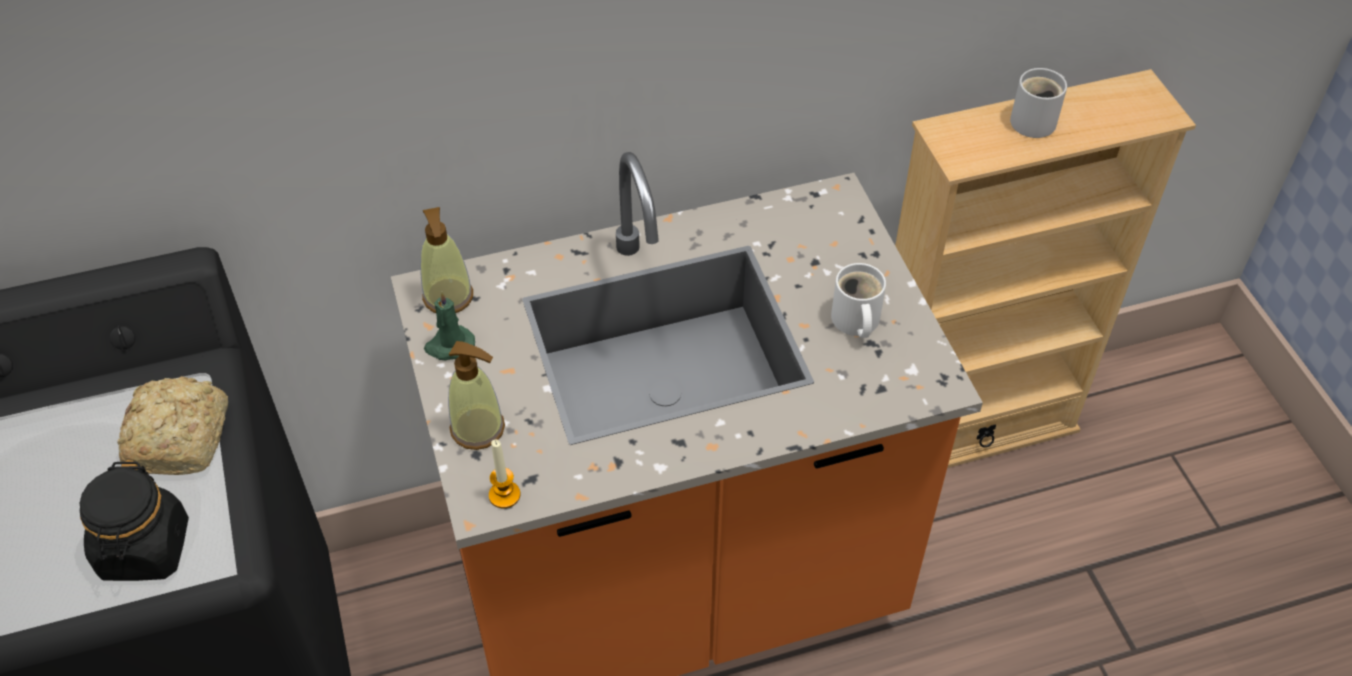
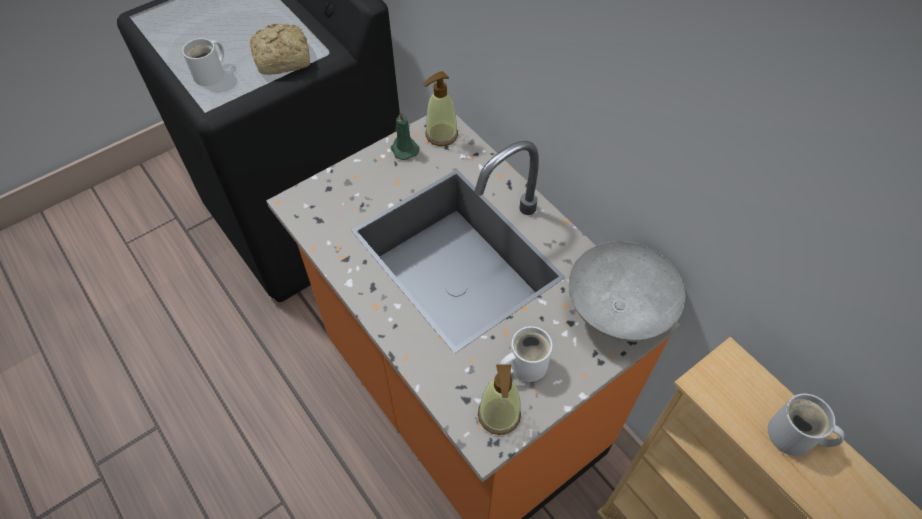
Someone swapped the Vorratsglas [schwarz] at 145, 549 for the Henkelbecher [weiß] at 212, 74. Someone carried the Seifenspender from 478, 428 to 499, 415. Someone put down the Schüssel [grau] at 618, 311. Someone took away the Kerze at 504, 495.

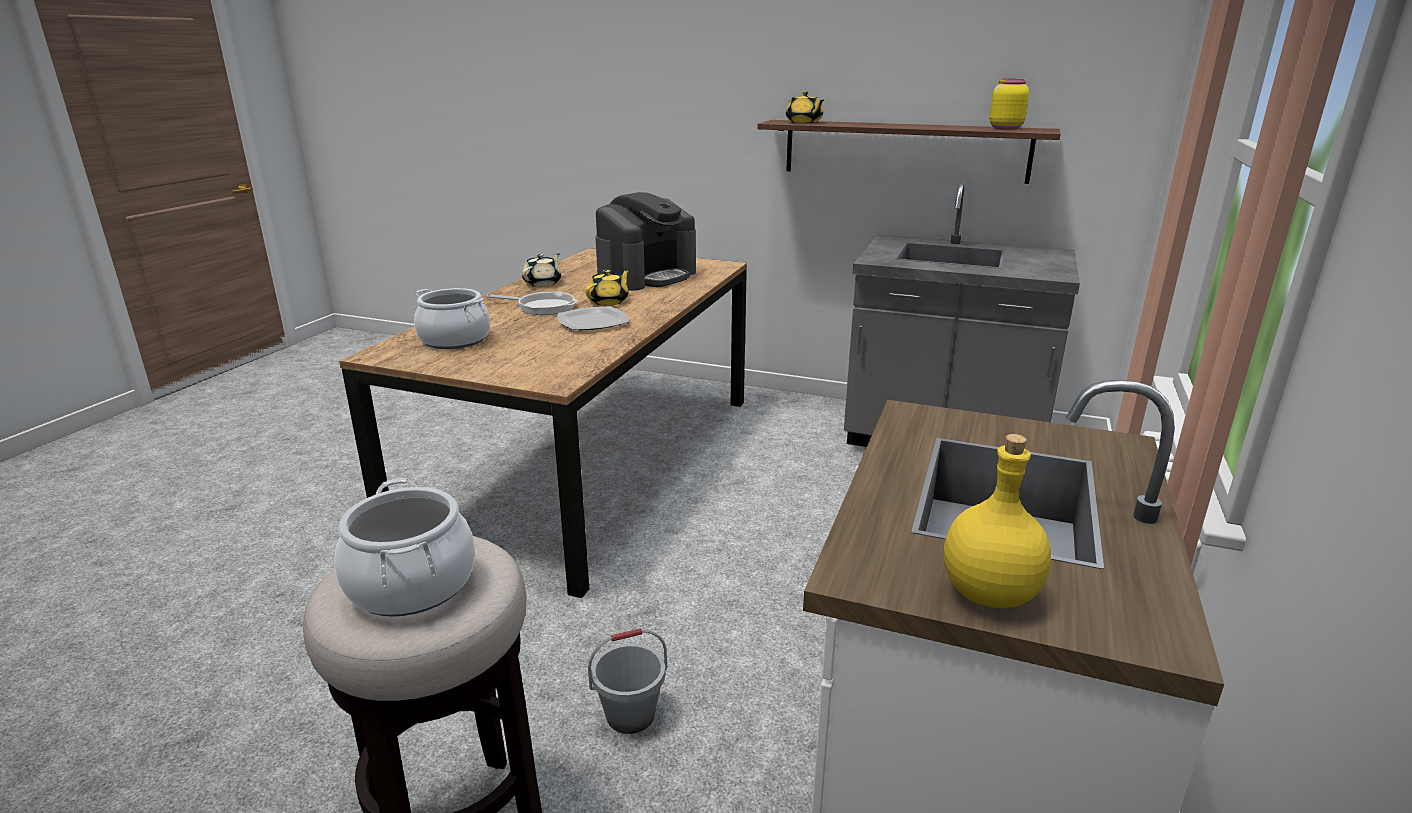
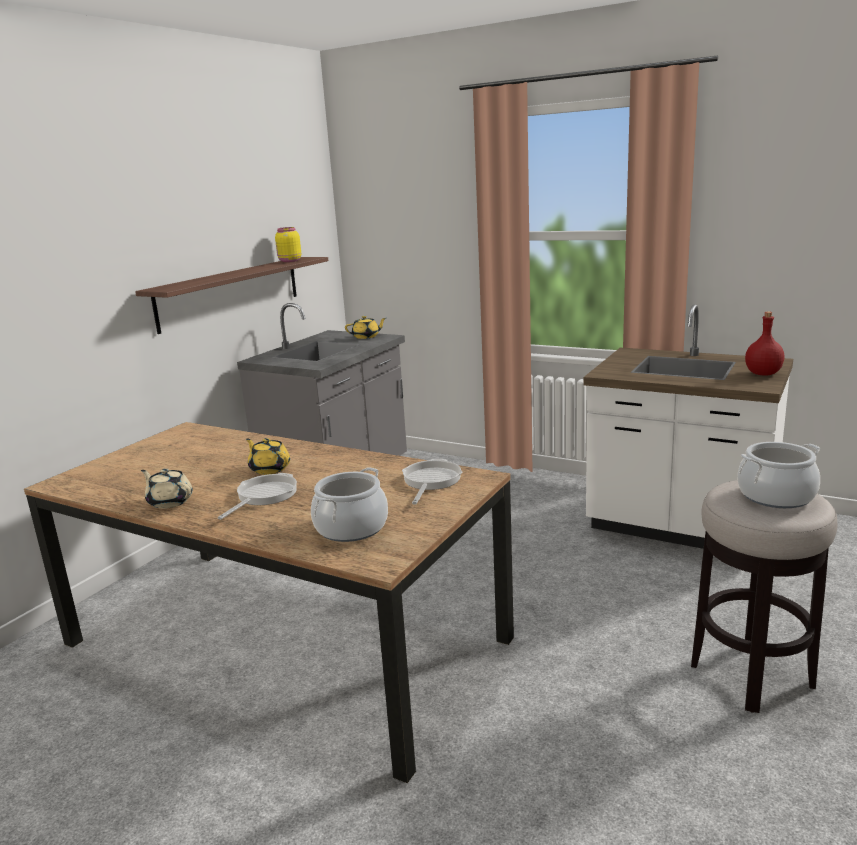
Someone carried the Teekanne [gelb] from 804, 122 to 366, 337. Someone put down the Pfanne at 430, 481. Someone repainted the Flasche [gelb] at 990, 592, which became the Flasche [rot] at 762, 373. Someone took away the Teller at 593, 322. Someone took away the Eimer [grau] at 630, 716. Someone took away the Kaffeemaschine at 647, 276.

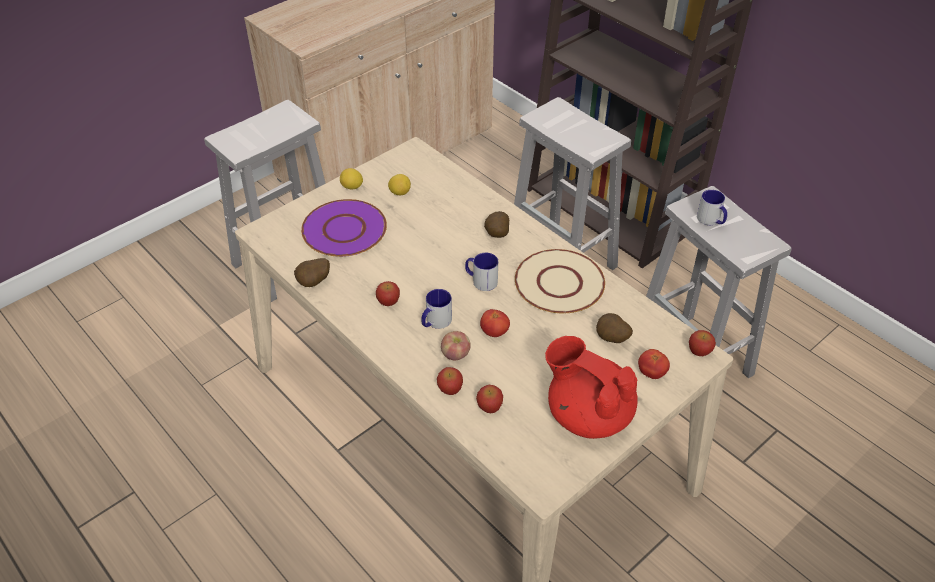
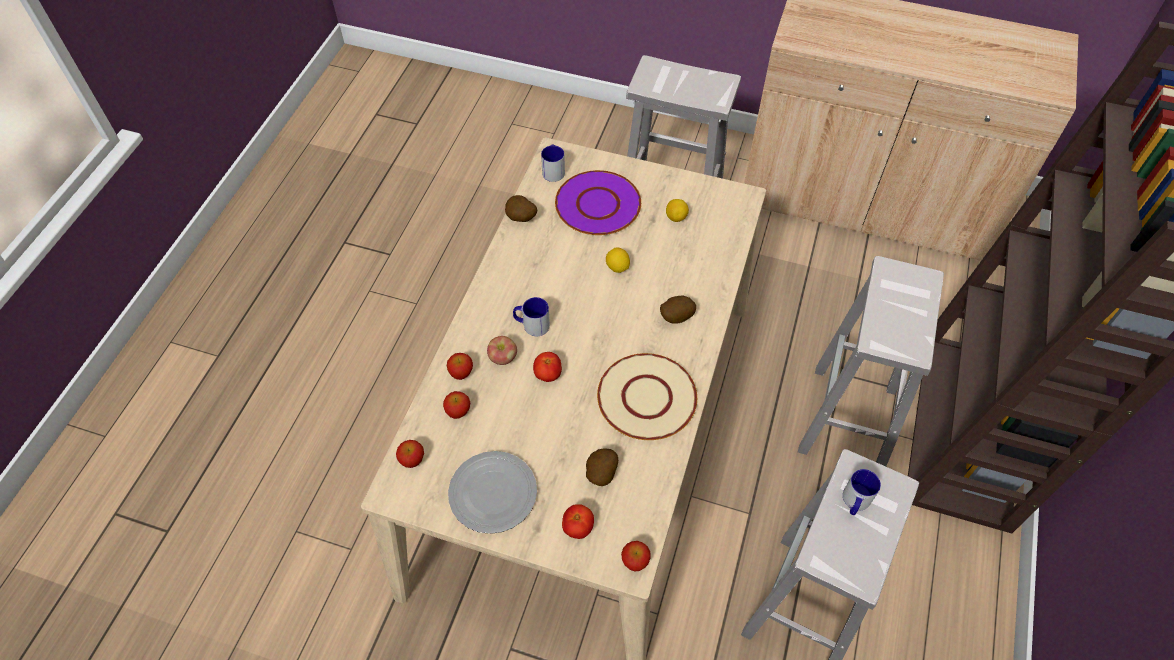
Someone carried the Apfel from 388, 302 to 412, 460. Someone swapped the Teekanne [rot] at 587, 414 for the Teller at 494, 492. Someone carried the Henkelbecher from 480, 280 to 553, 170. Someone carried the Zitrone from 352, 187 to 617, 267.

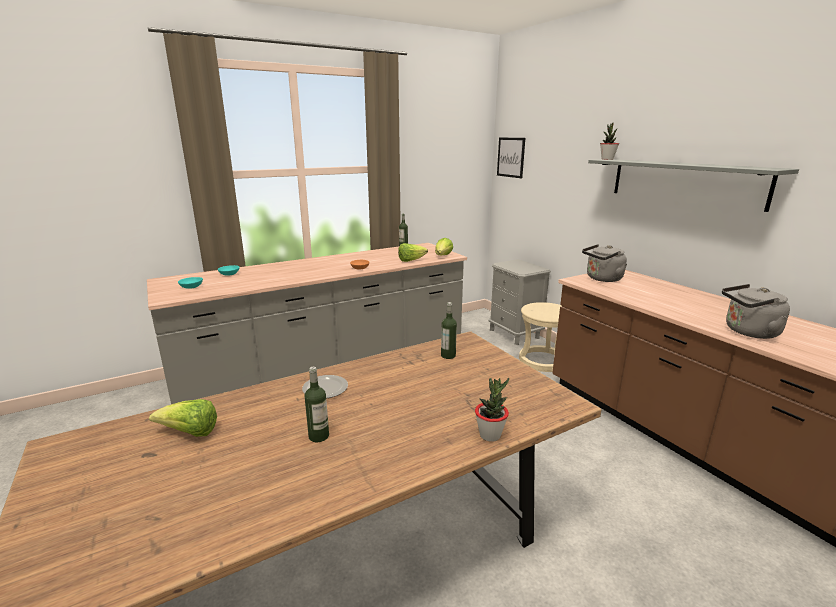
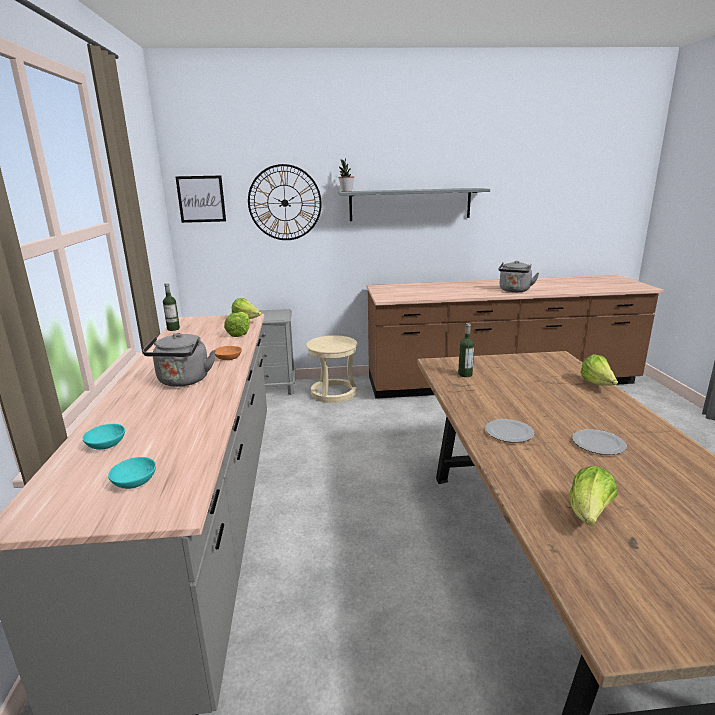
Someone carried the Wasserkessel [grau] from 602, 279 to 183, 381. Someone put up the Wanduhr at 284, 203. Someone swapped the Flasche at 318, 436 for the Teller at 597, 444. Someone swapped the Topfpflanze at 490, 435 for the Salatkopf at 597, 384.

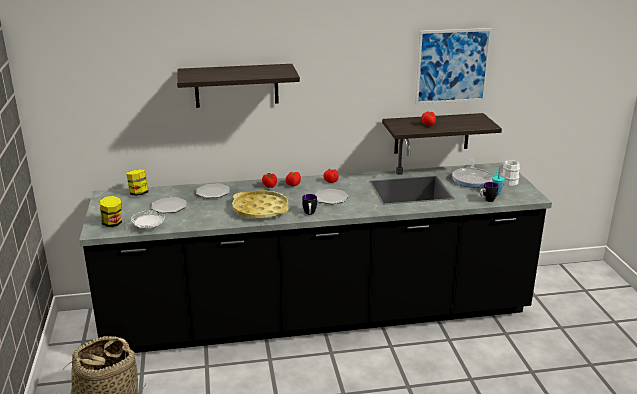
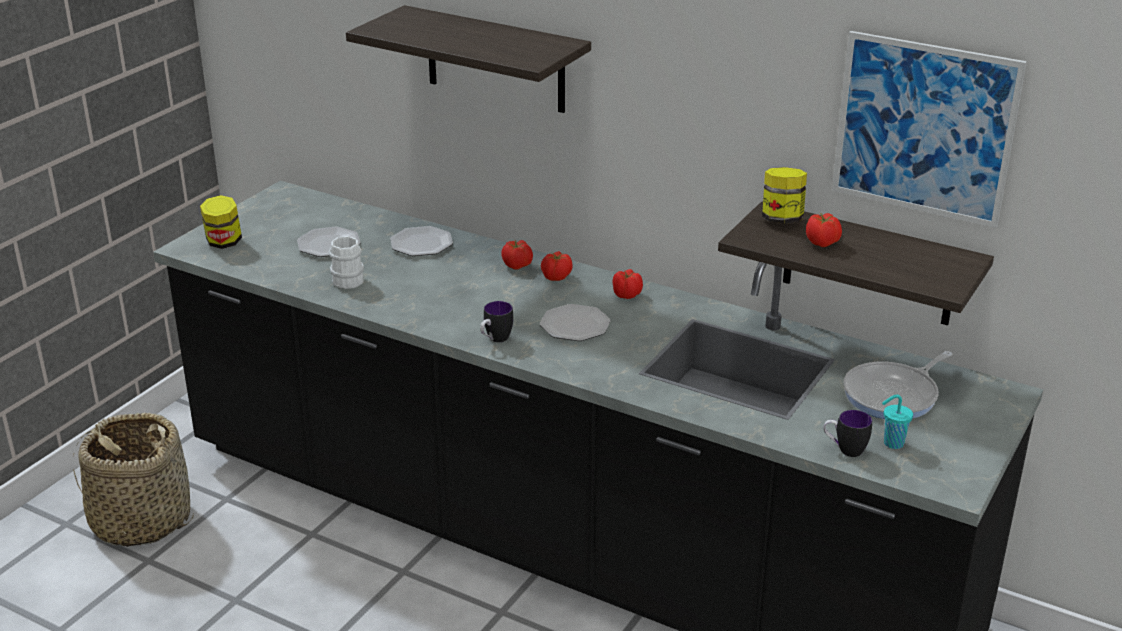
Someone carried the Henkelbecher [weiß] from 507, 182 to 348, 278. Someone carried the Vorratsglas from 138, 193 to 782, 219. Someone took away the Teller [weiß] at 149, 227. Someone took away the Tablett [gelb] at 260, 210.

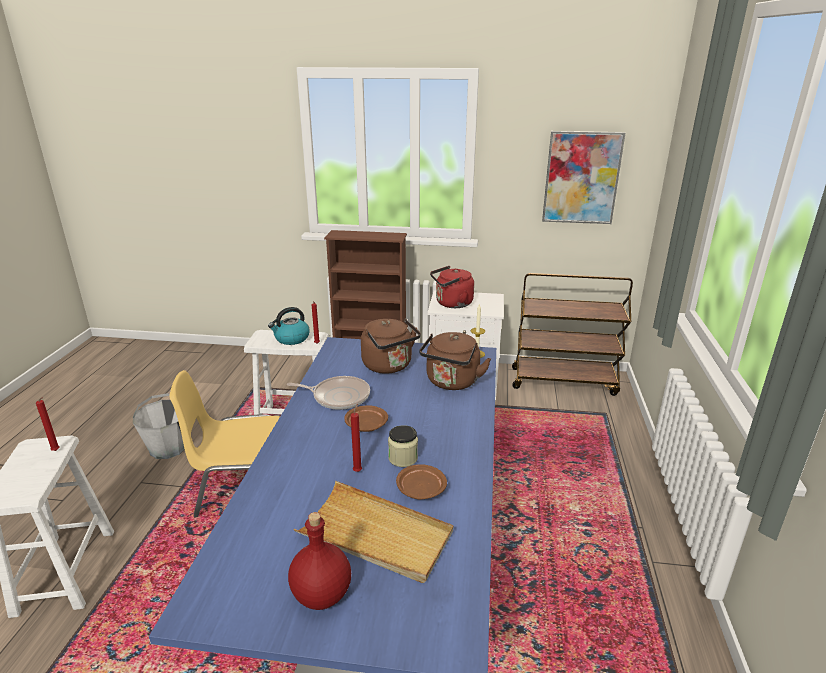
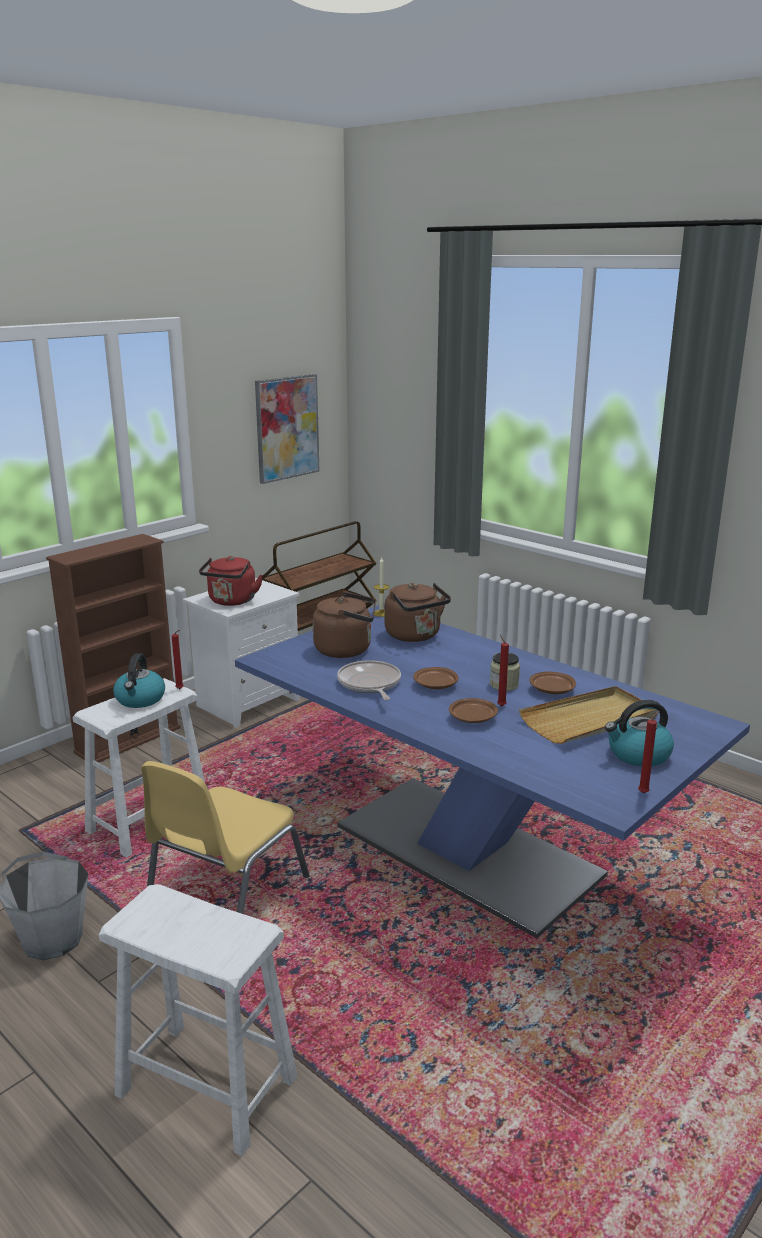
Someone rotated the Pfanne at 338, 396 by 60 degrees counterclockwise. Someone put down the Teller [braun] at 473, 718. Someone swapped the Flasche [rot] at 322, 596 for the Wasserkessel at 638, 755. Someone carried the Kerze [rot] from 56, 451 to 644, 792.

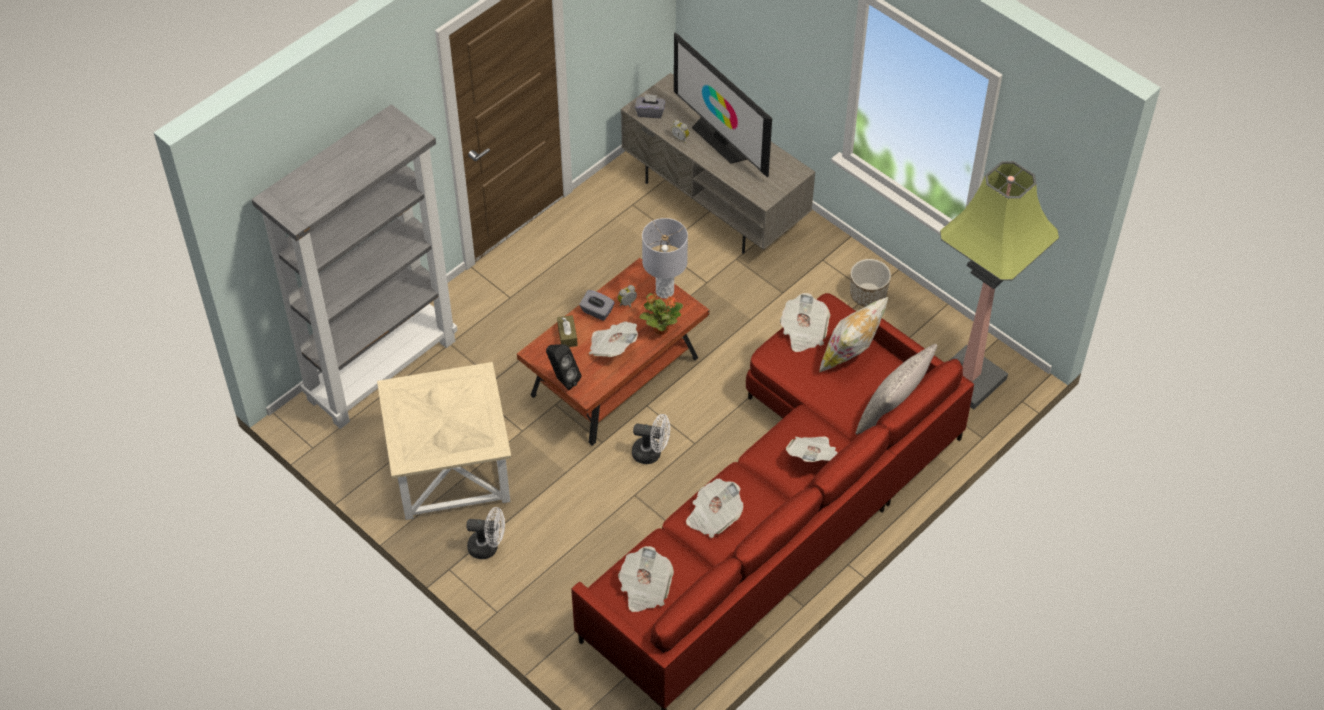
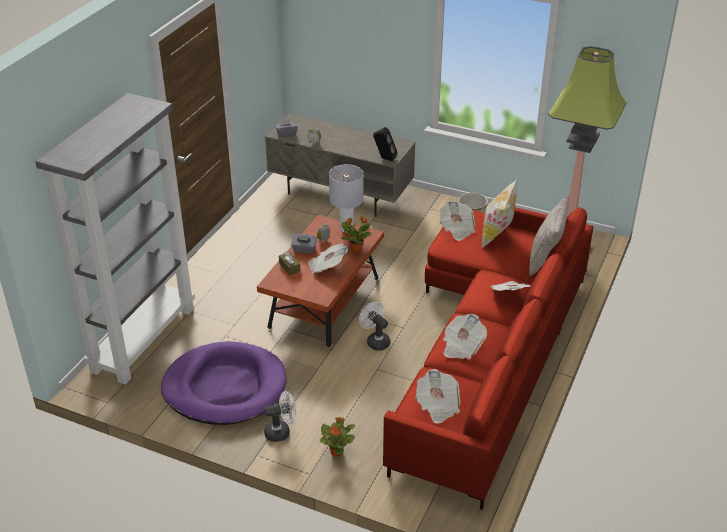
Someone swapped the Beistelltisch [beige] at 449, 467 for the Hundebett [lila] at 225, 387. Someone put down the Topfpflanze at 337, 451. Someone rotated the Ventilator [weiß] at 651, 453 by 120 degrees counterclockwise. Someone carried the Lautsprecher [schwarz] from 562, 379 to 384, 159. Someone took away the Fernseher at 721, 139.

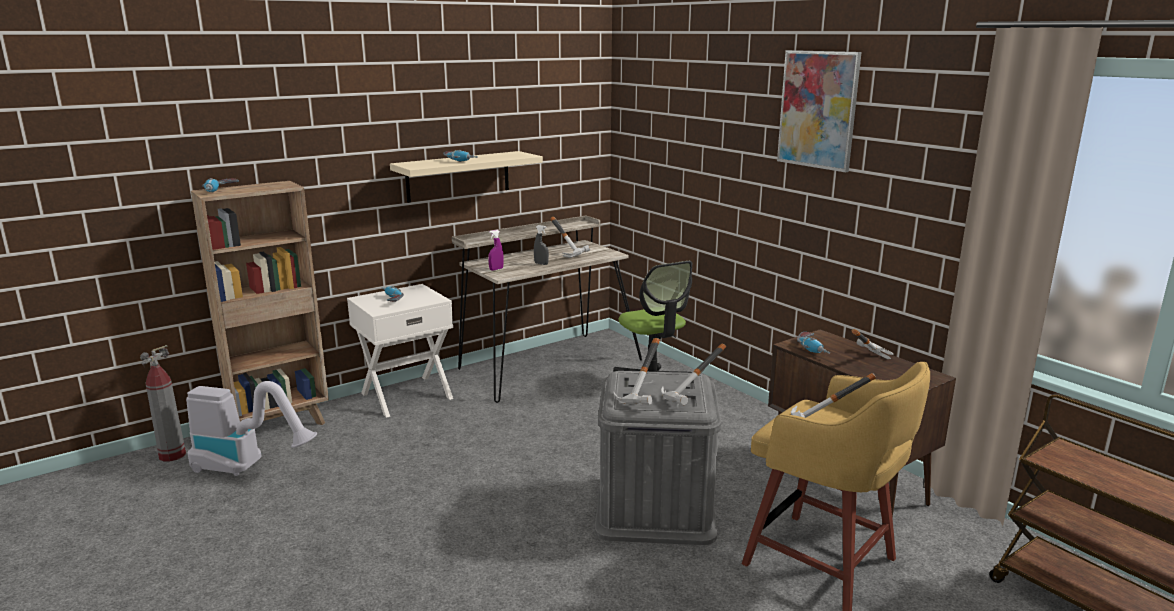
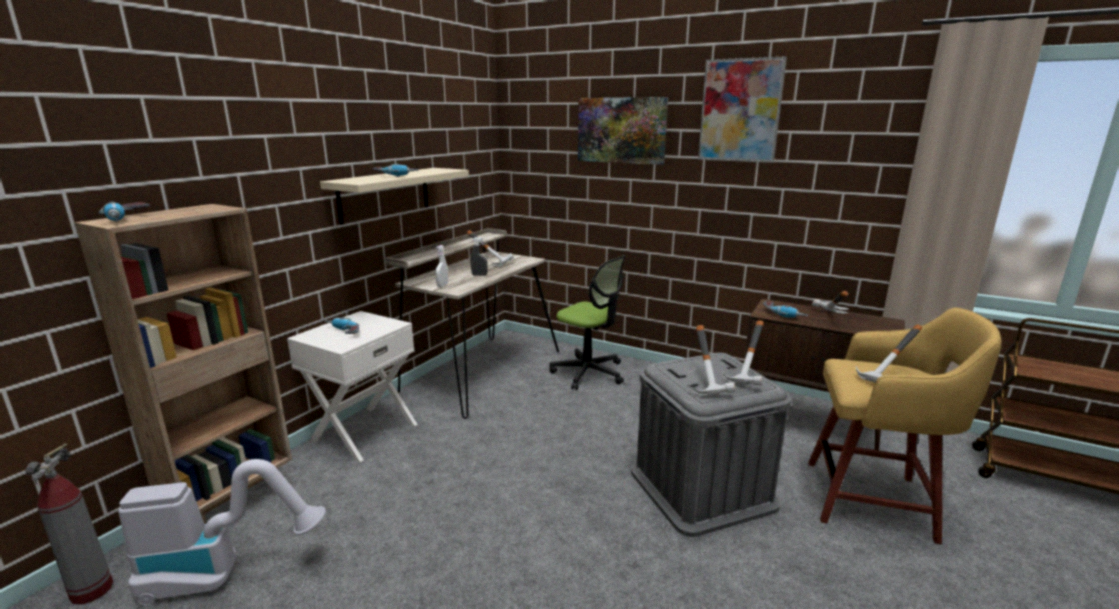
Someone repainted the Sprühflasche [lila] at 496, 269, which became the Sprühflasche [weiß] at 442, 285. Someone put up the Bild at 621, 130.

